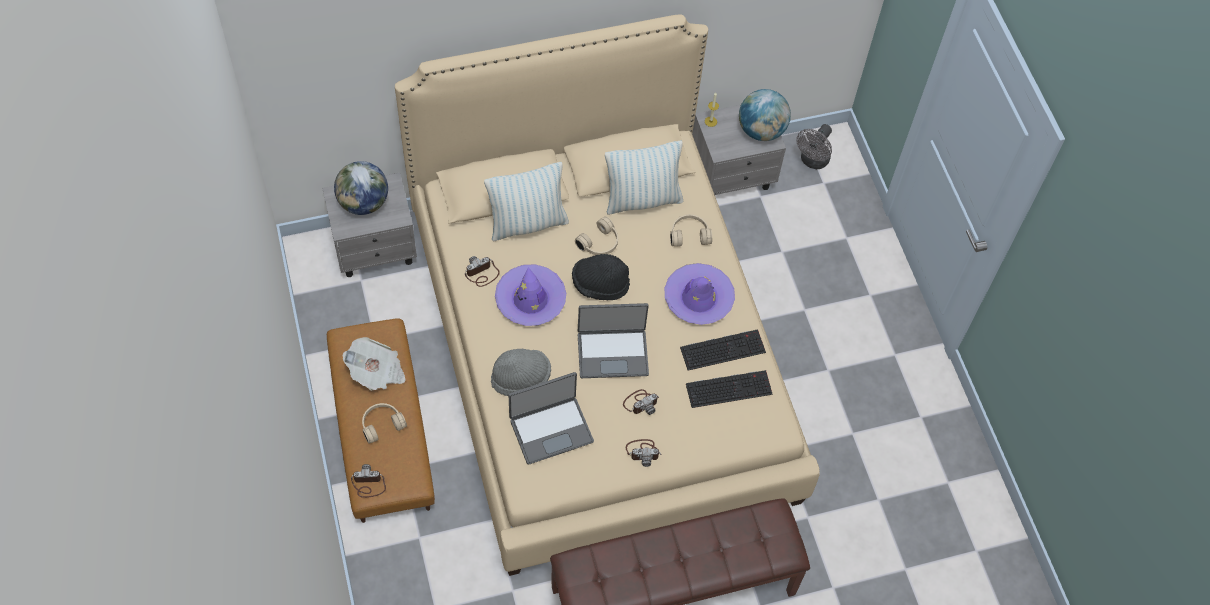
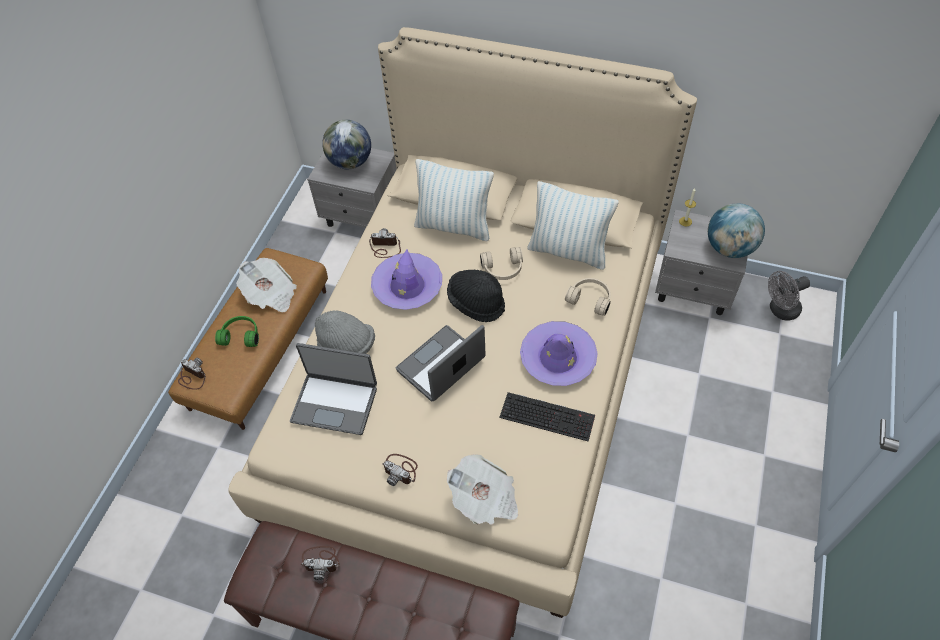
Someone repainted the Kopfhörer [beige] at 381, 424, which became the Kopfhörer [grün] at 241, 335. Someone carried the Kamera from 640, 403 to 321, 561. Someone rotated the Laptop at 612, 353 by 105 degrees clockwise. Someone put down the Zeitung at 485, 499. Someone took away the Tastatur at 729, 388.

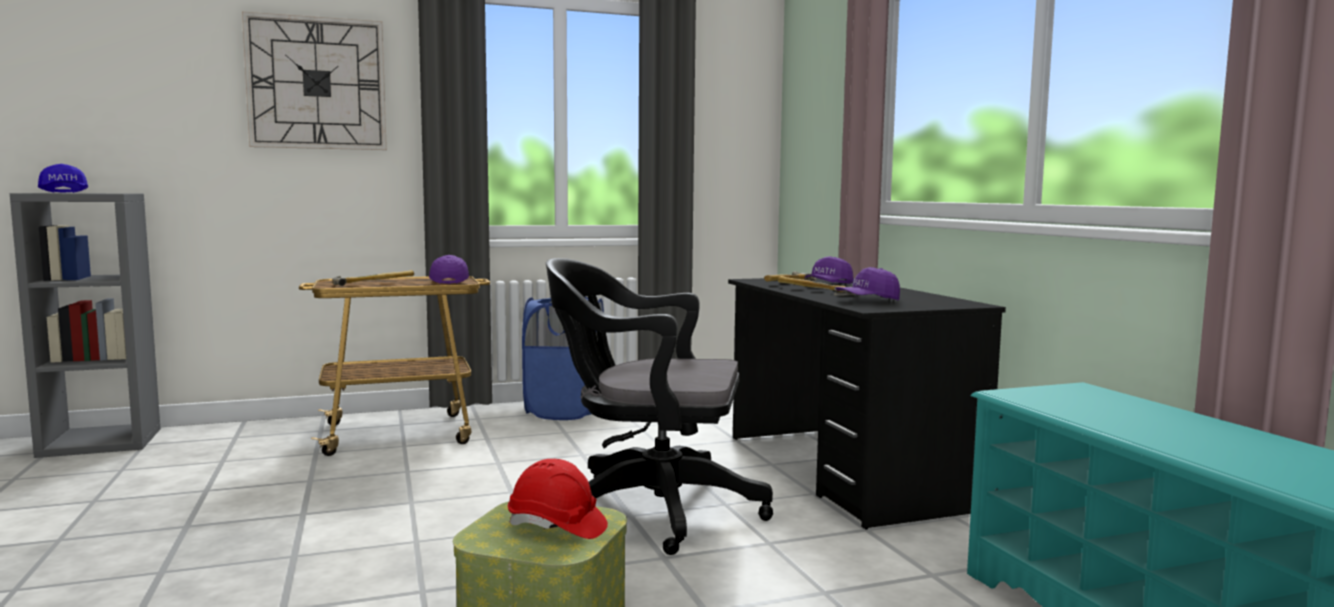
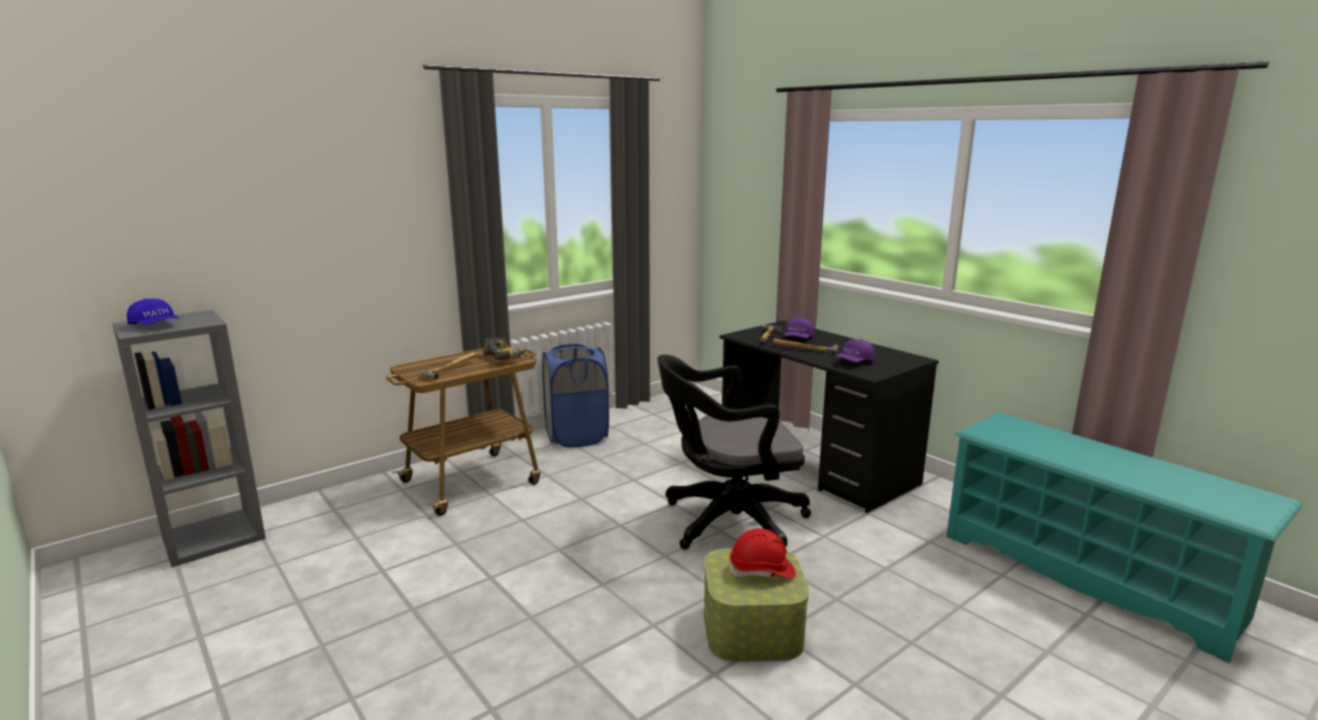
Someone swapped the Kappe [lila] at 449, 281 for the Bohrmaschine at 507, 358. Someone took away the Wanduhr at 317, 83.

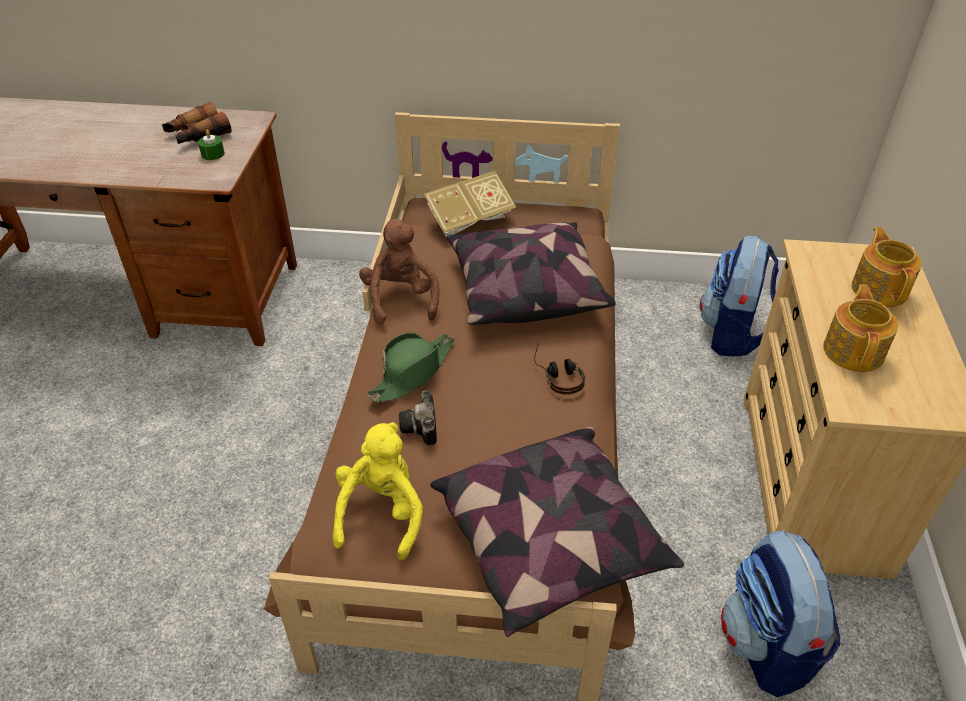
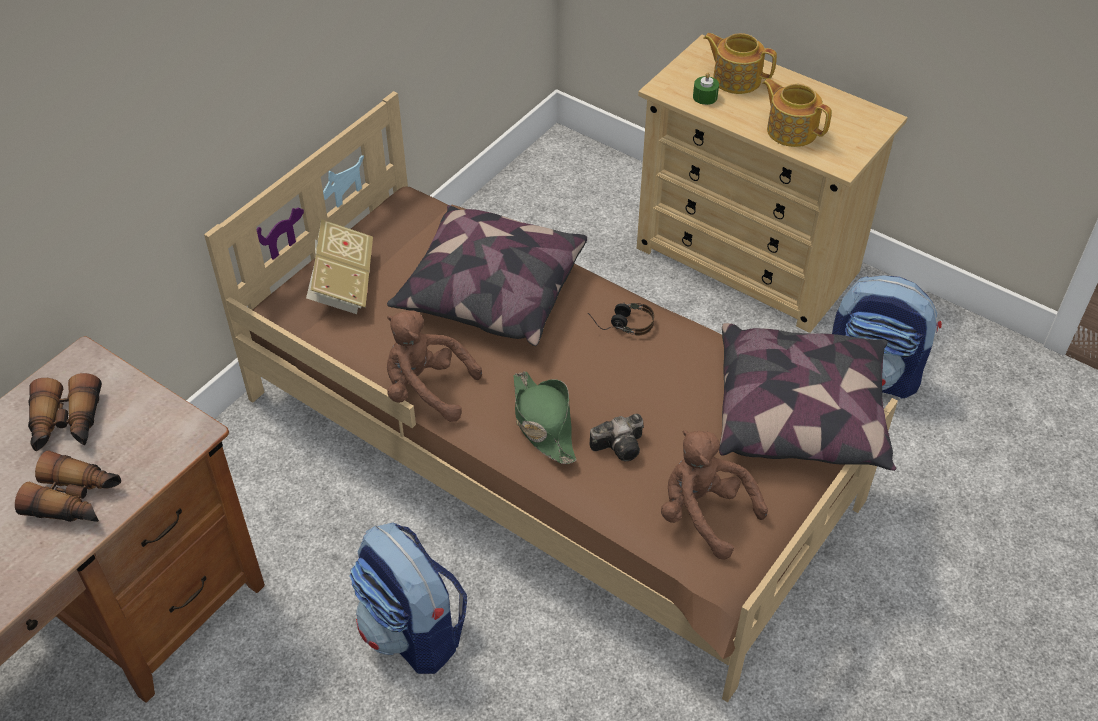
Someone put down the Fernglas at 76, 499. Someone carried the Rucksack from 732, 334 to 413, 631. Someone rotated the Kamera at 421, 428 by 45 degrees counterclockwise. Someone repainted the Plüschtier [gelb] at 382, 513, which became the Plüschtier [braun] at 703, 514. Someone carried the Kerze [grün] from 213, 154 to 705, 97.

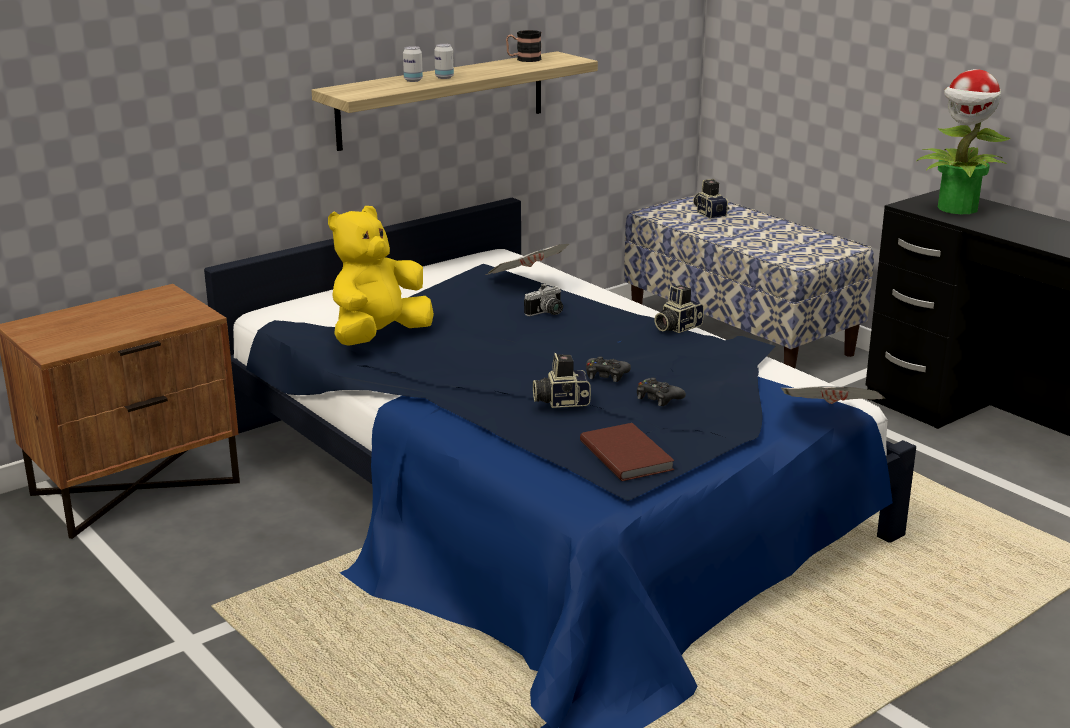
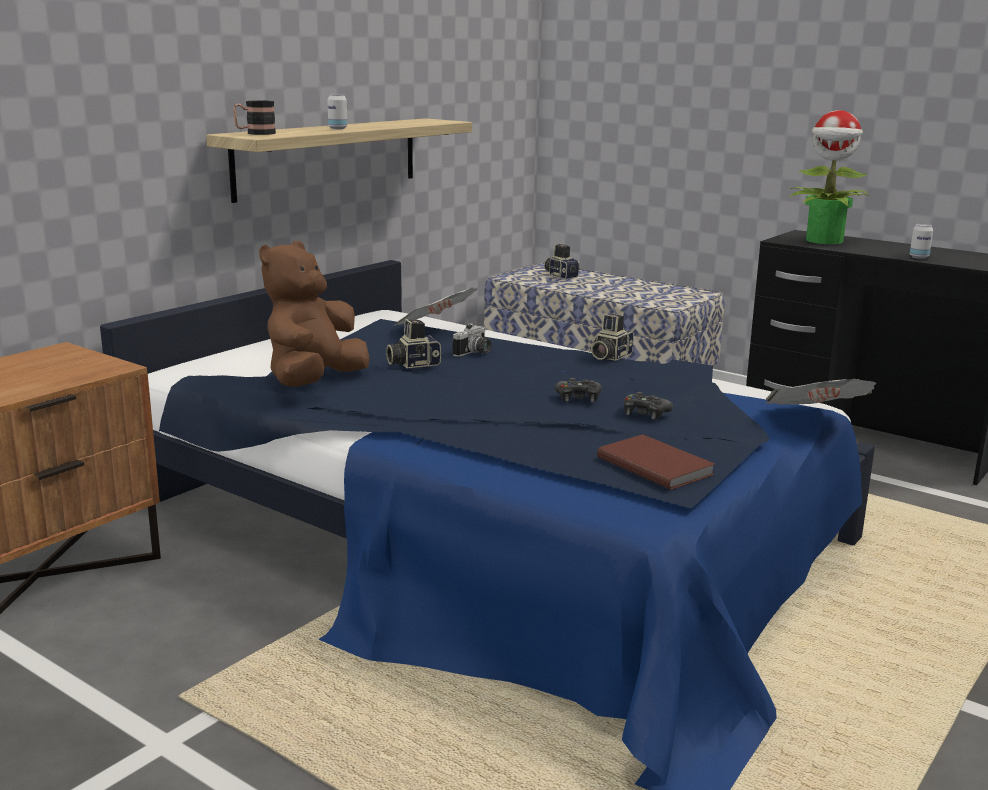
Someone carried the Henkelbecher from 523, 59 to 255, 133. Someone repainted the Plüschtier [gelb] at 378, 337, which became the Plüschtier [braun] at 314, 383. Someone carried the Kamera from 561, 401 to 413, 364. Someone carried the Dose from 413, 80 to 919, 257.

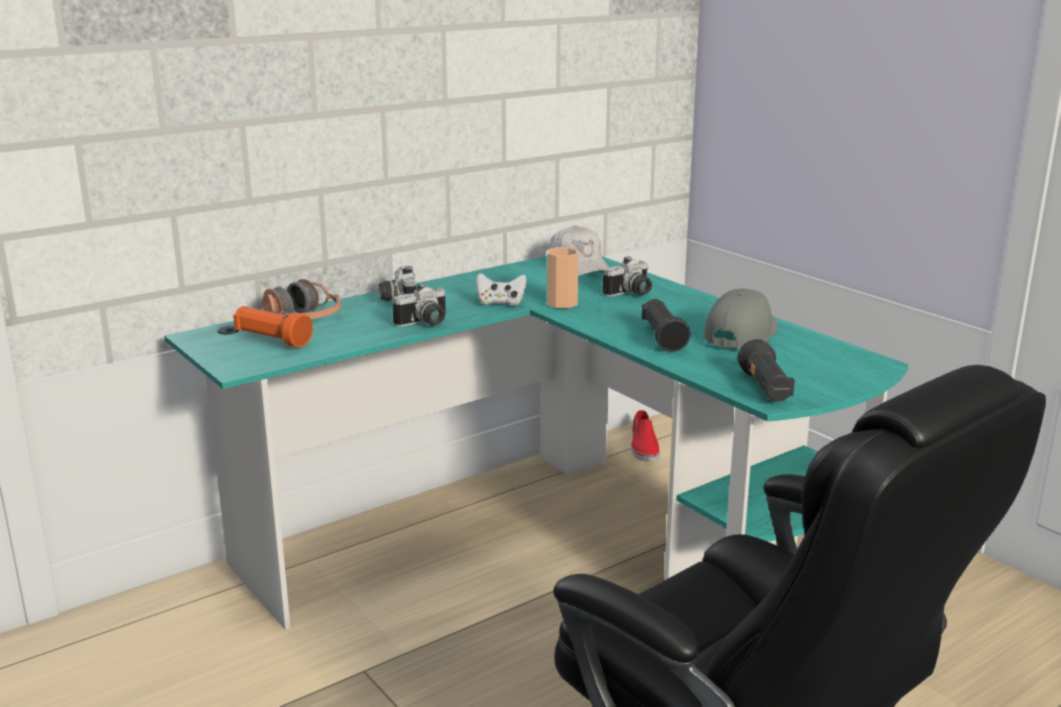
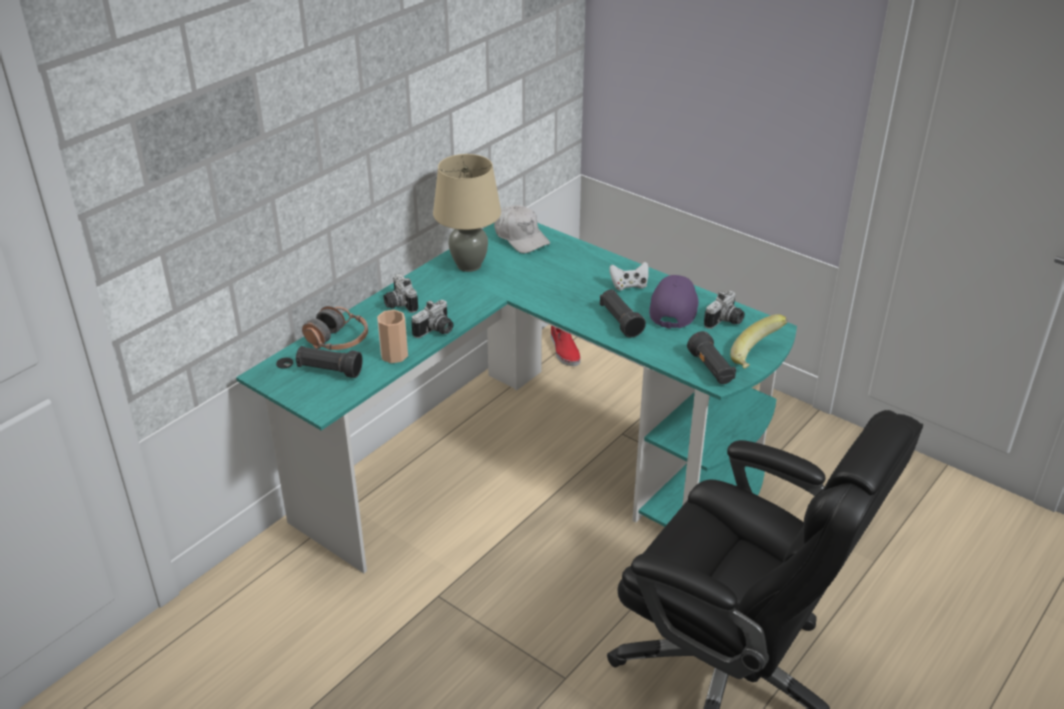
Someone repainted the Taschenlampe [orange] at 272, 340, which became the Taschenlampe [schwarz] at 329, 370. Someone carried the Tasse from 562, 303 to 394, 355. Someone put down the Tischlampe [beige] at 468, 265. Someone carried the Gamepad [weiß] from 500, 303 to 629, 285. Someone repainted the Kappe [grau] at 741, 333, which became the Kappe [lila] at 674, 308. Someone carried the Kamera from 631, 294 to 725, 322. Someone put down the Banane at 757, 358.

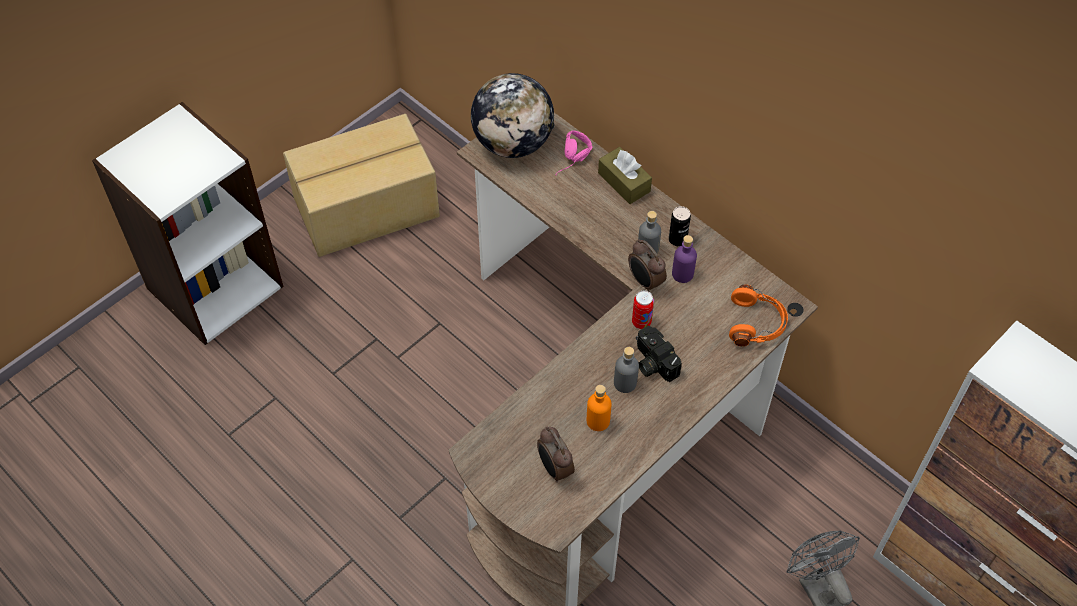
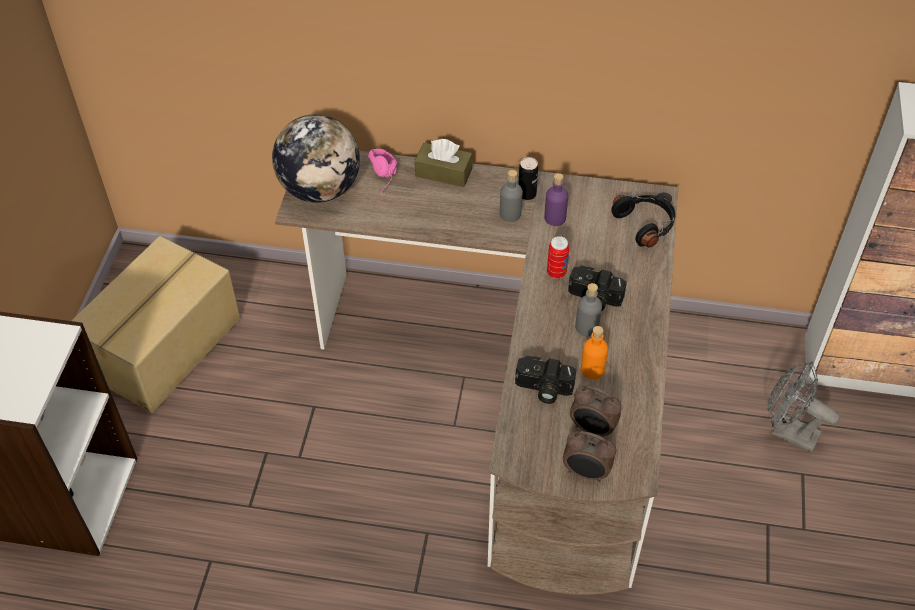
Someone put down the Kamera at 543, 389. Someone carried the Wecker from 645, 282 to 586, 473. Someone repainted the Kopfhörer [orange] at 756, 324, which became the Kopfhörer [schwarz] at 645, 224.

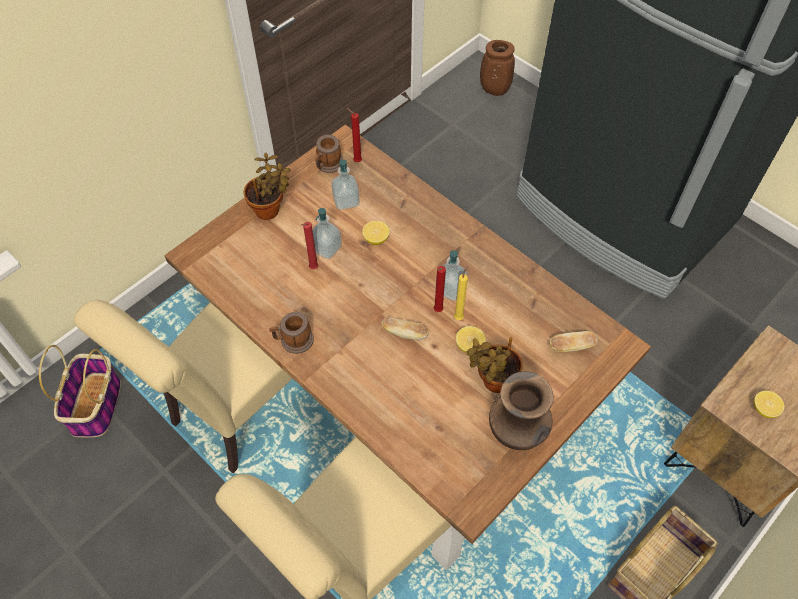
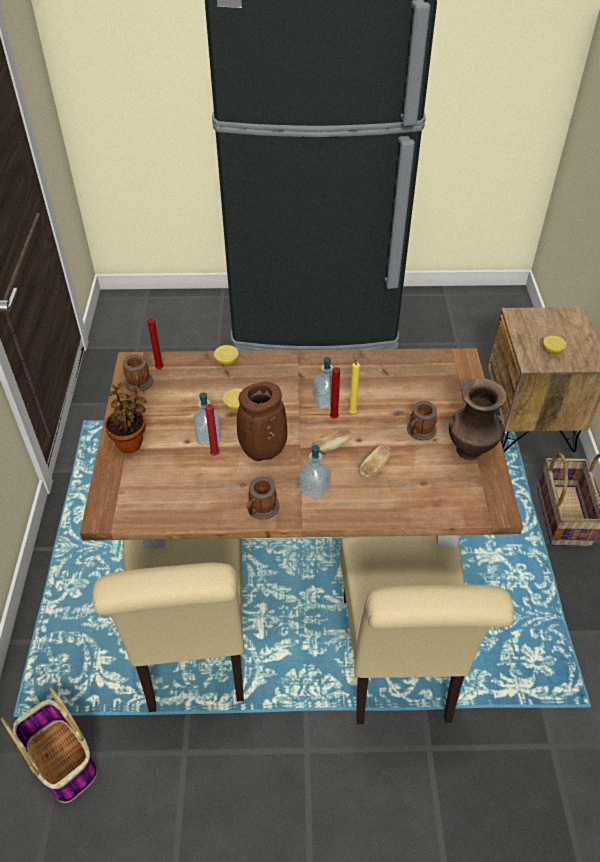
Someone carried the Zitrone from 469, 345 to 227, 361. Someone carried the Vase [braun] from 494, 90 to 263, 452. Someone carried the Seifenspender from 346, 201 to 314, 488. Someone carried the Brot from 571, 346 to 374, 467. Someone swapped the Topfpflanze at 493, 381 for the Henkelbecher at 419, 432.

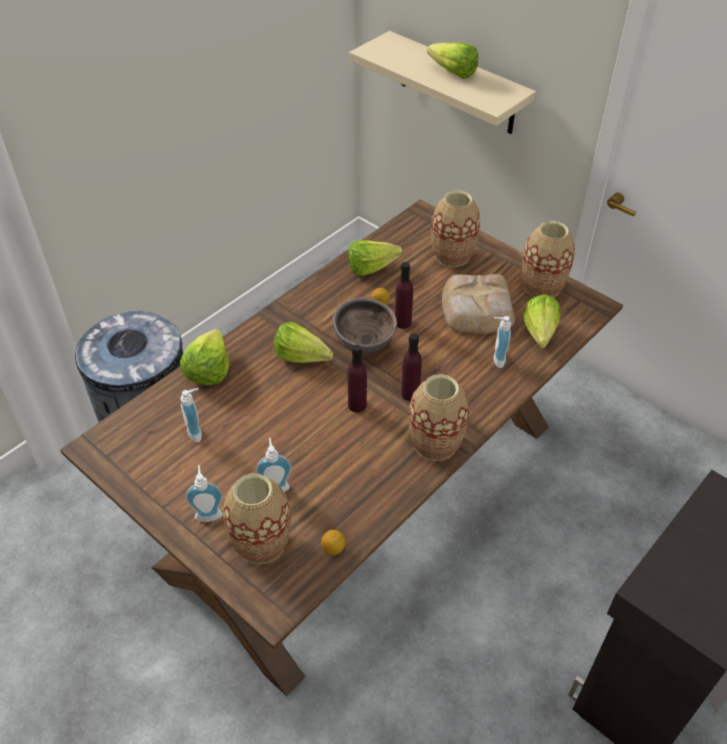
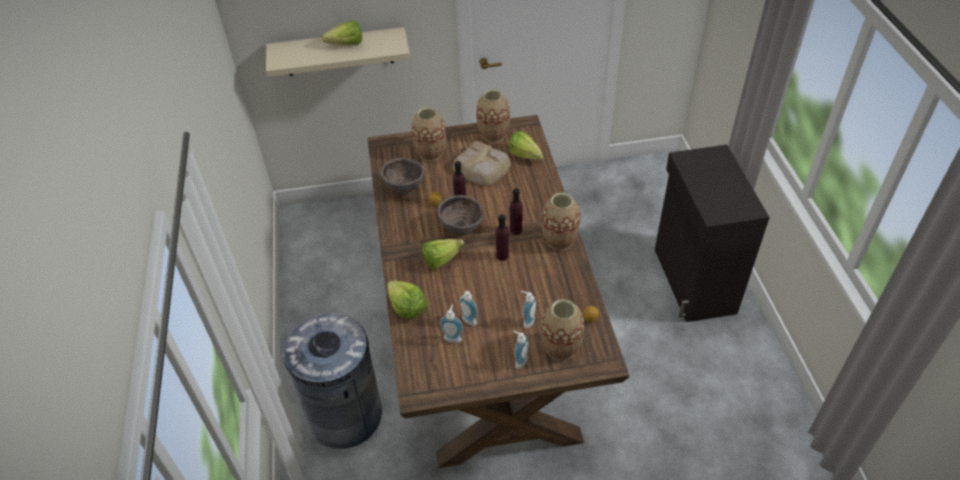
Someone swapped the Salatkopf at 376, 268 for the Schüssel [braun] at 404, 189. Someone carried the Seifenspender from 496, 359 to 467, 321.

